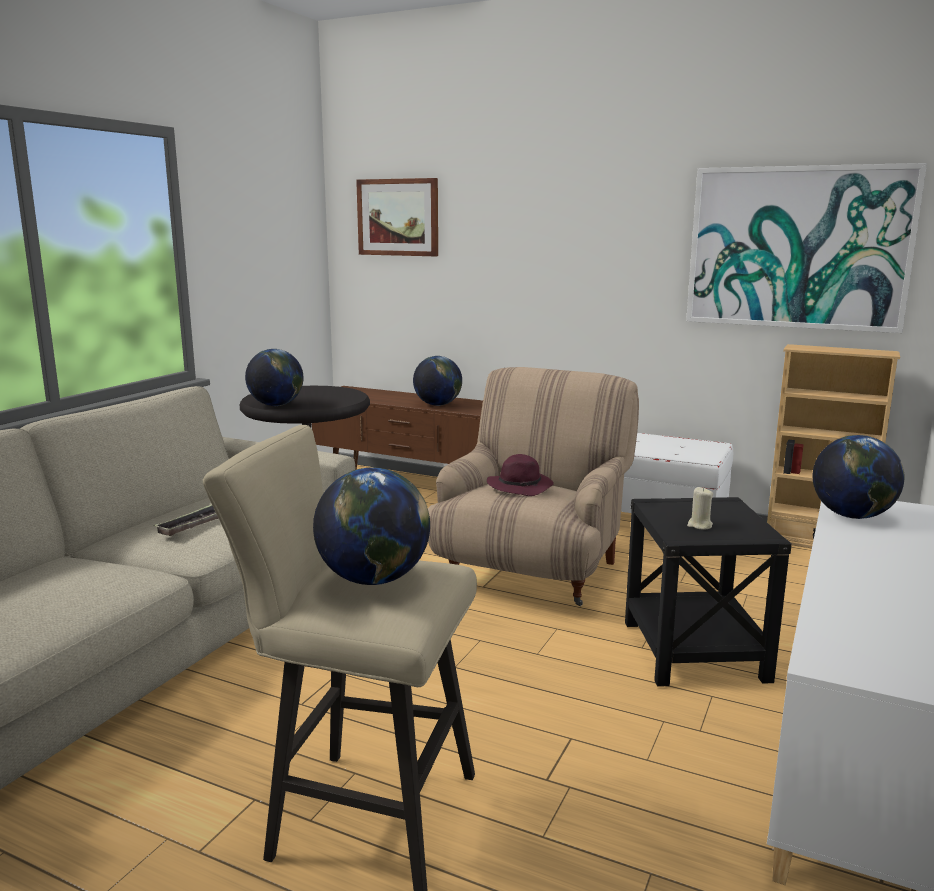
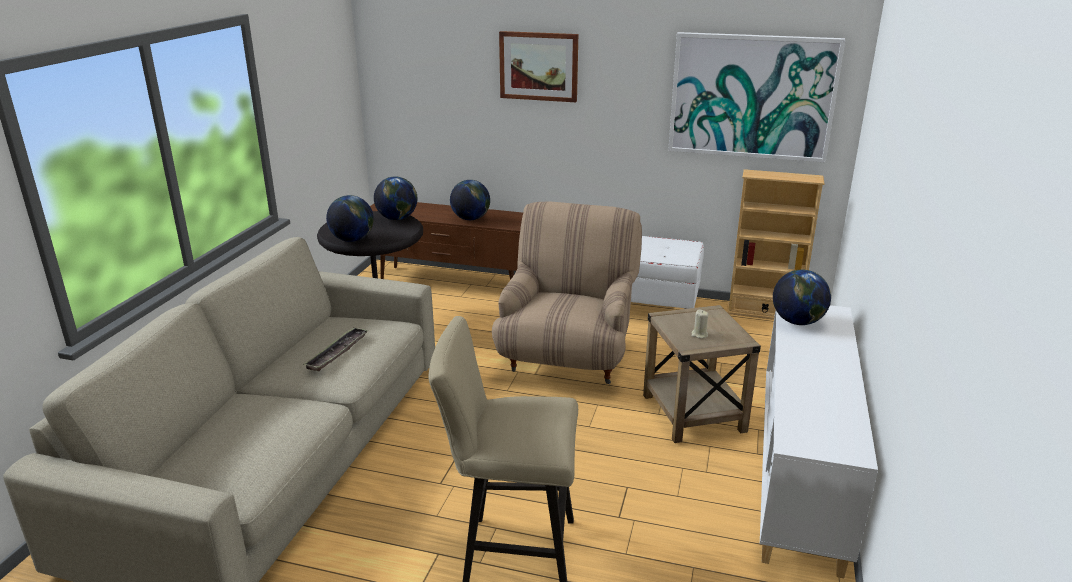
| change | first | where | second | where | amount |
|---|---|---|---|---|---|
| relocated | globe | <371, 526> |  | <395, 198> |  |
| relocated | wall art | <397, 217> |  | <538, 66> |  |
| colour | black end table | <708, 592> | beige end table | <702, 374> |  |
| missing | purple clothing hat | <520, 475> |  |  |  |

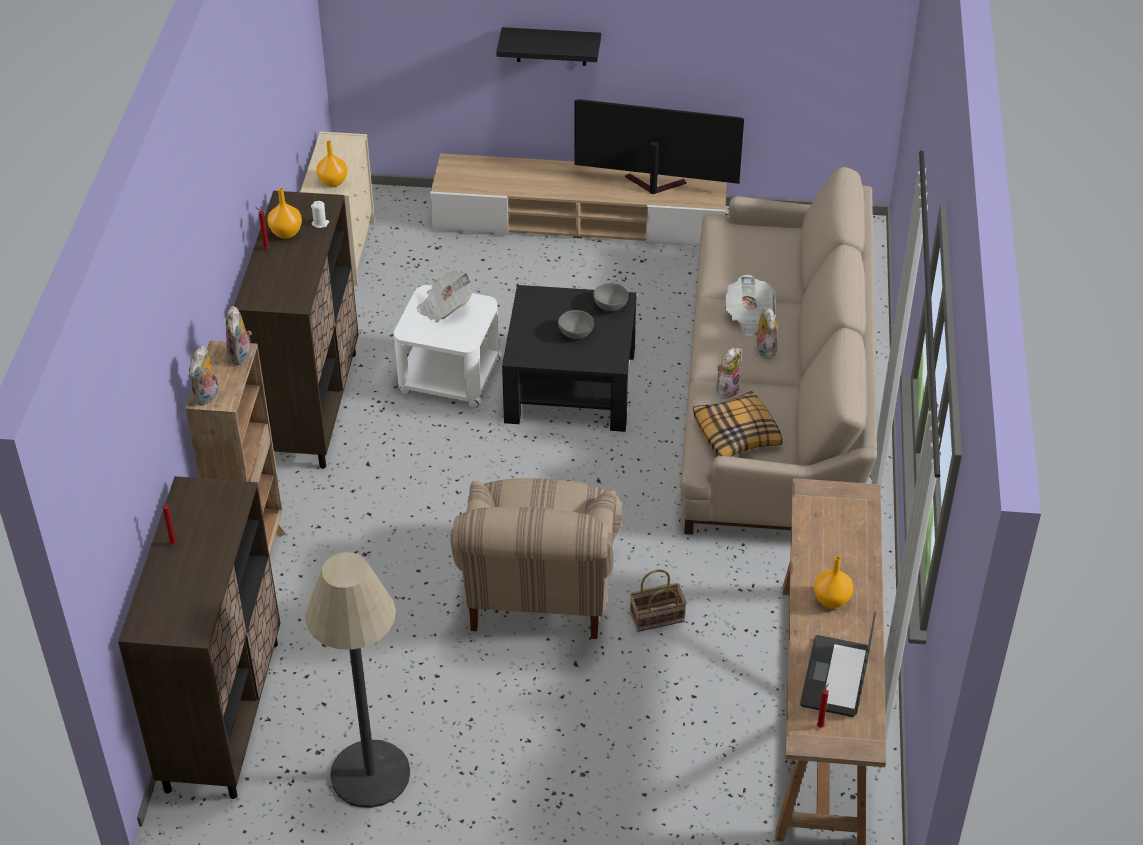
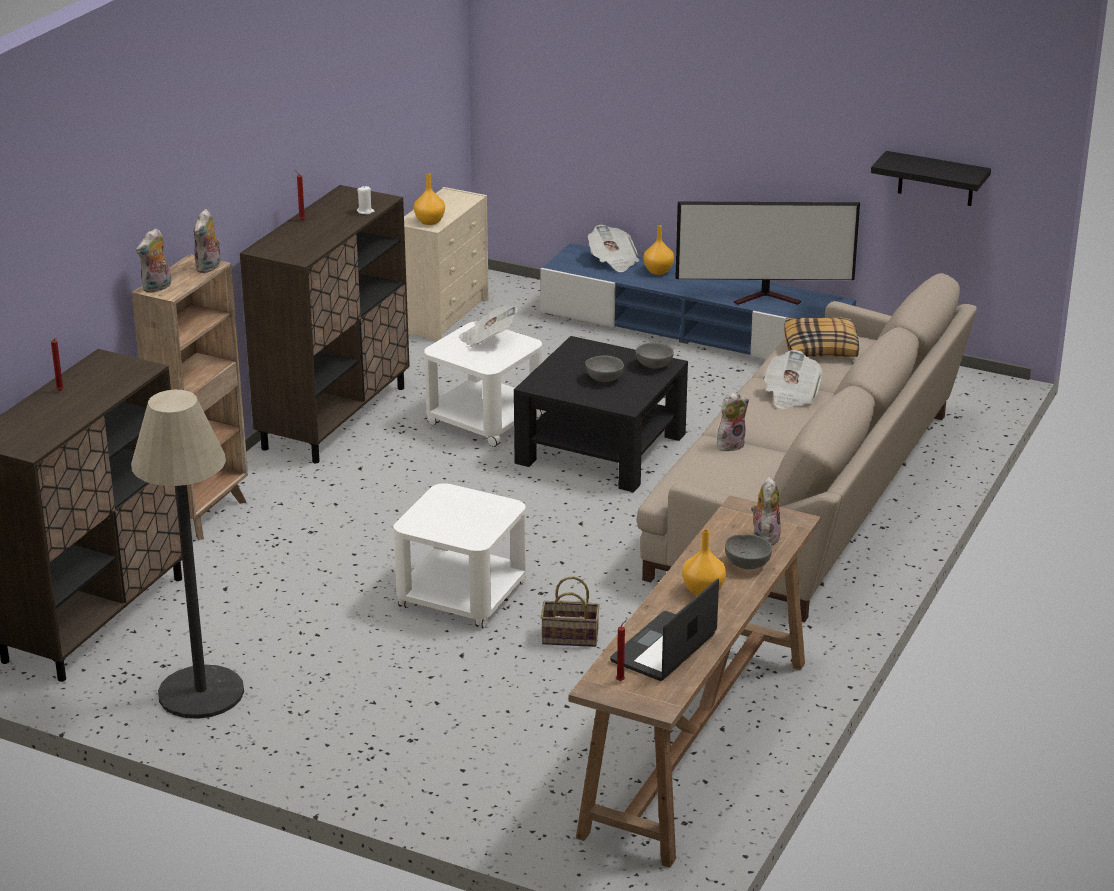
| change | first | where | second | where | amount |
|---|---|---|---|---|---|
| exchanged | beige lounge chair | <536, 558> | white end table | <460, 555> |  |
| colour | beige tv stand | <578, 199> | blue tv stand | <698, 301> |  |
| appeared |  |  | daily paper | <613, 248> |  |
| relocated | orangey decorative vase | <284, 213> |  | <659, 250> |  |
| spun | TV set | <659, 146> |  | <767, 253> | 150 degrees clockwise |
| appeared |  |  | grey bowl | <748, 551> |  |
| relocated | plush toy | <765, 333> |  | <766, 511> |  |
| relocated | pillow | <737, 424> |  | <821, 337> |  |
| relocated | black shelf | <548, 46> |  | <931, 178> |  |

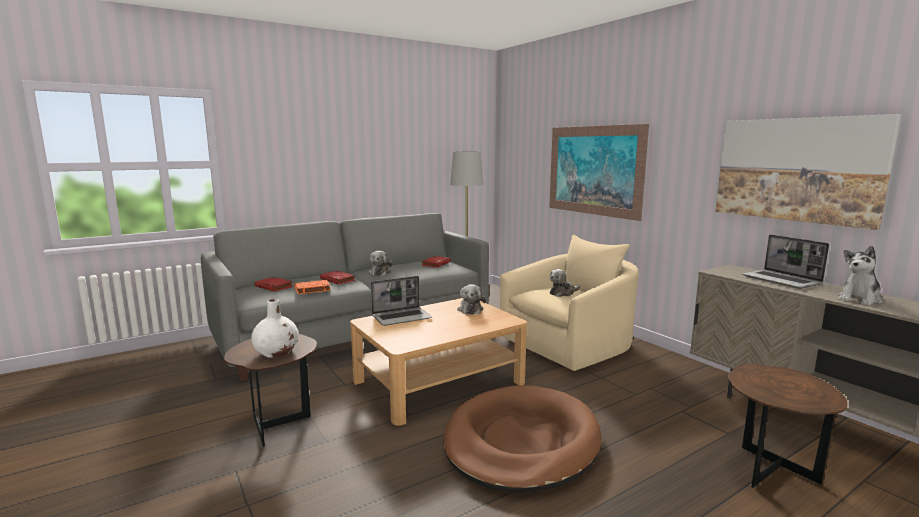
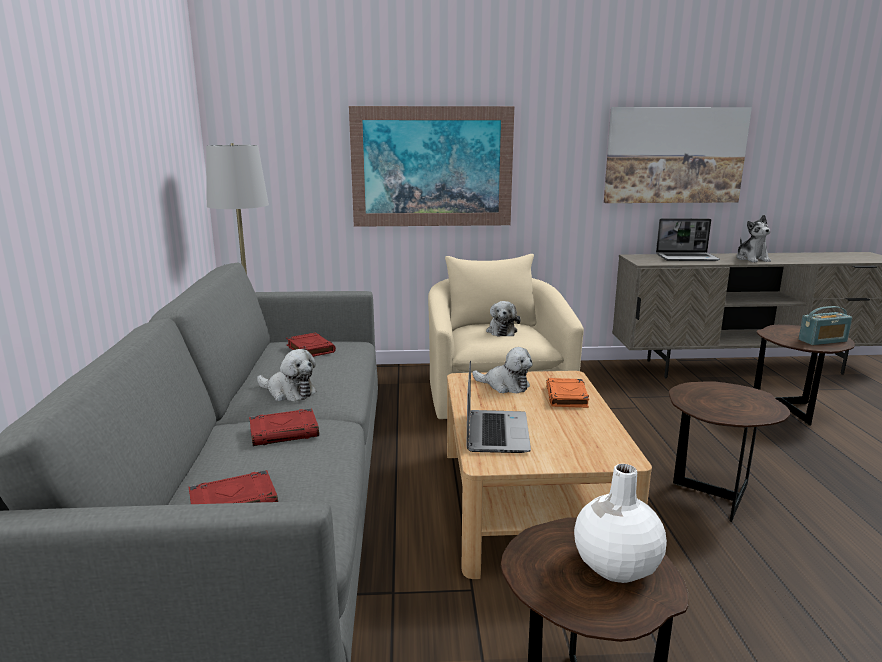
| change | first | where | second | where | amount |
|---|---|---|---|---|---|
| relocated | orangey book | <313, 287> |  | <567, 393> |  |
| exchanged | brownish dog cushion | <522, 439> | brownish end table | <729, 451> |  |
| appeared |  |  | radio receiver | <825, 325> |  |

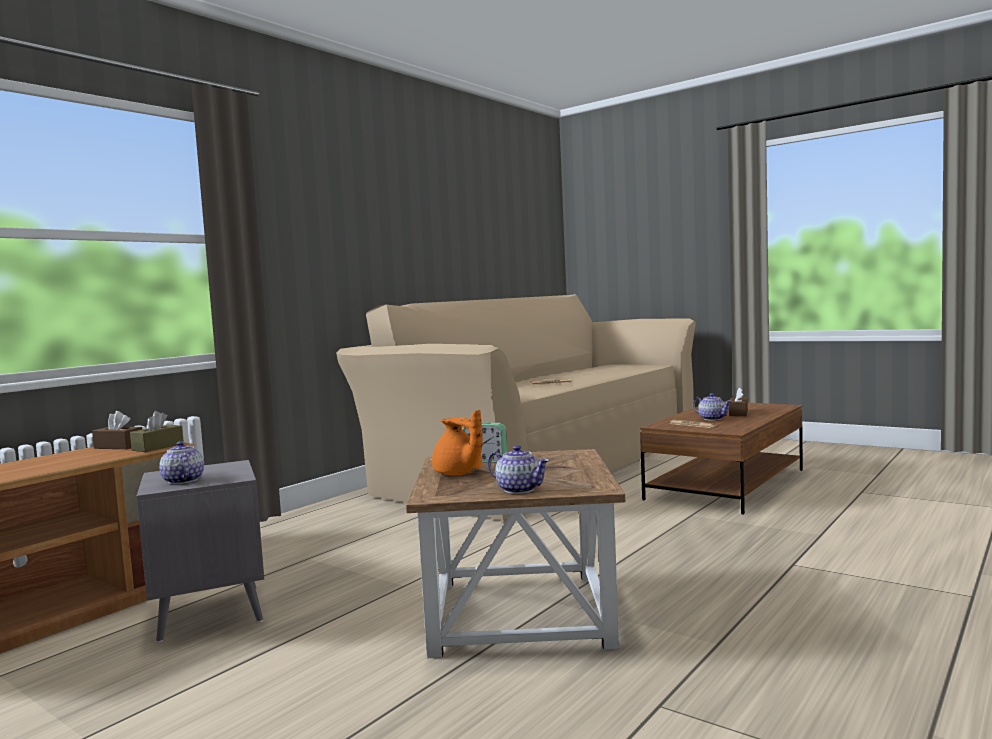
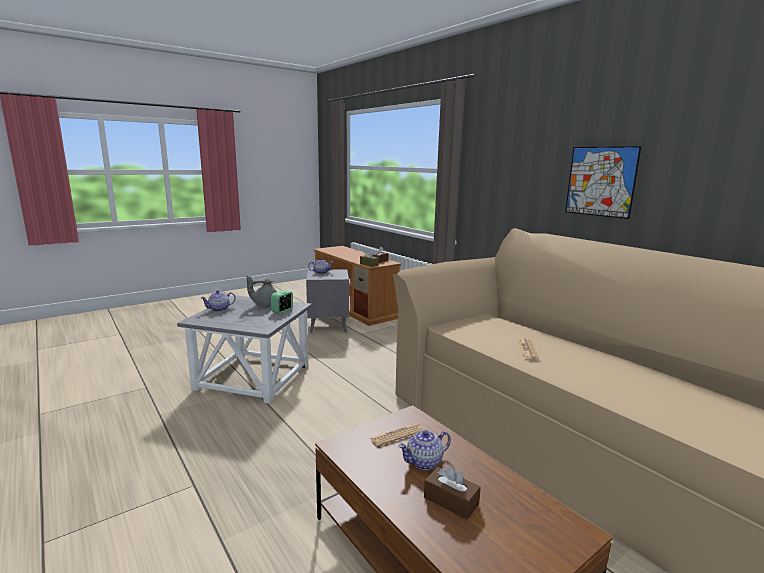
| change | first | where | second | where | amount |
|---|---|---|---|---|---|
| colour | brownish end table | <515, 553> | grey end table | <244, 349> |  |
| colour | orangey pot for tea | <457, 442> | grey pot for tea | <262, 291> |  |
| appeared |  |  | wall art | <603, 182> |  |

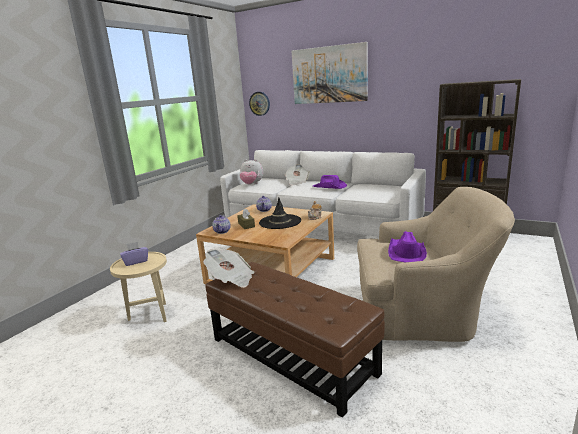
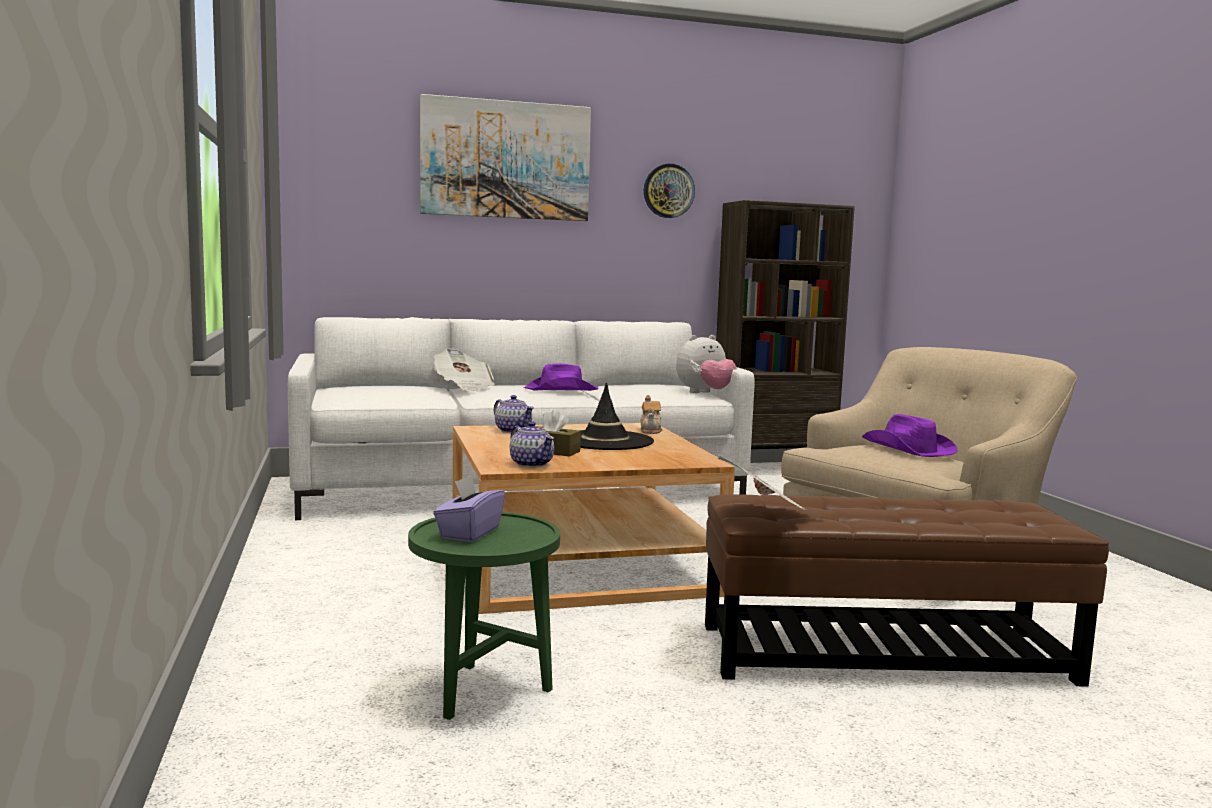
| change | first | where | second | where | amount |
|---|---|---|---|---|---|
| colour | beige end table | <138, 287> | green end table | <484, 616> |  |
| relocated | hanging clock | <259, 104> |  | <669, 191> |  |
| relocated | plush toy | <251, 171> |  | <706, 364> |  |

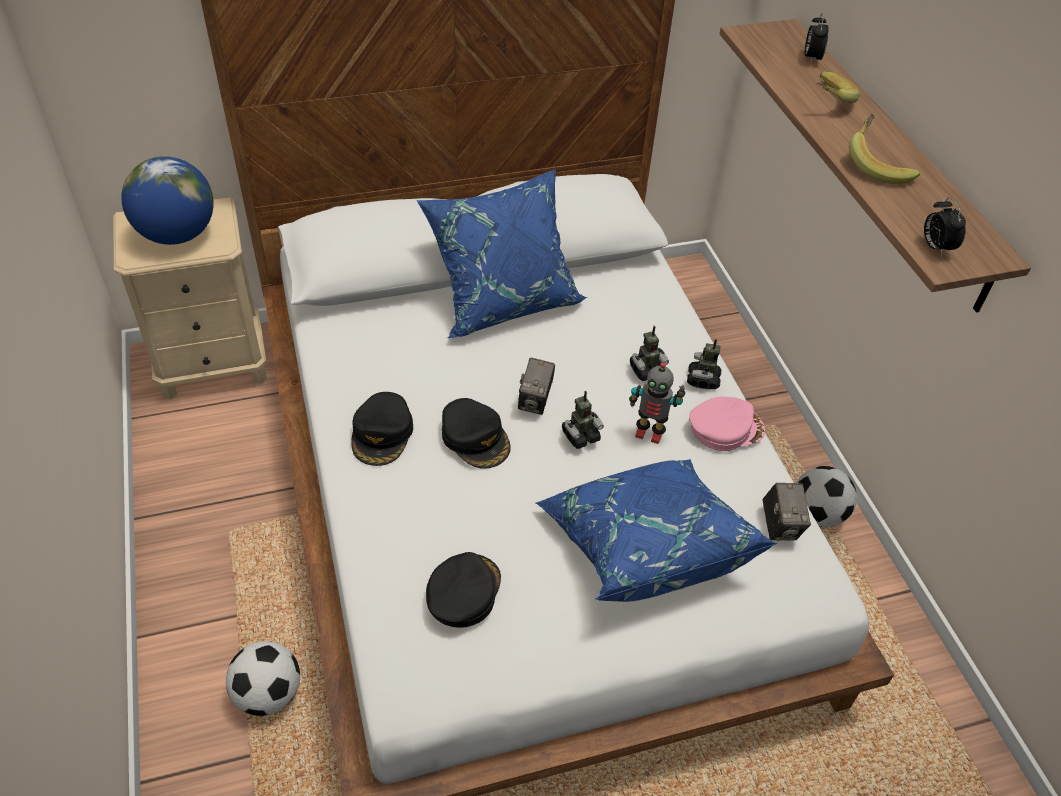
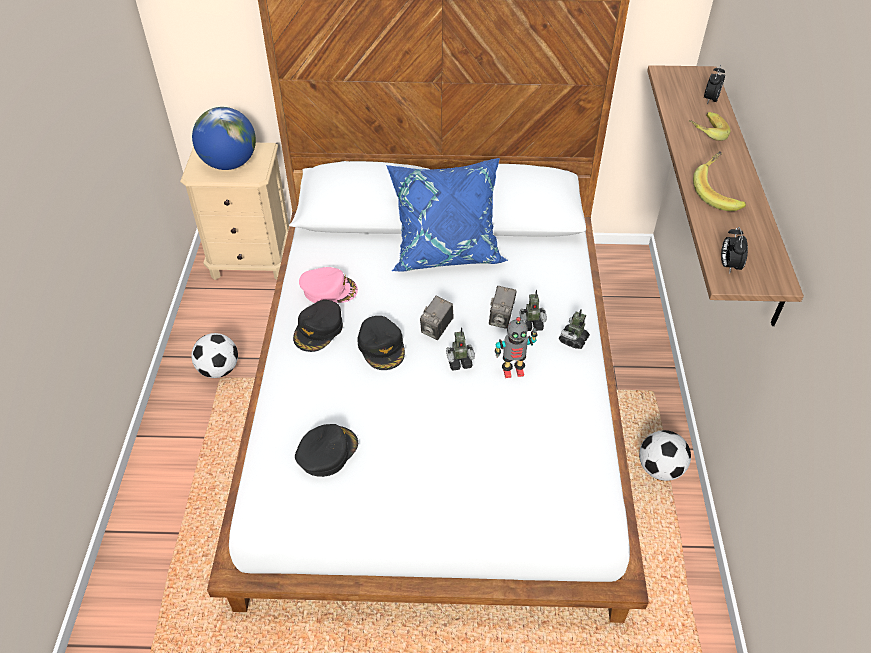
| change | first | where | second | where | amount |
|---|---|---|---|---|---|
| relocated | ball for football | <263, 678> |  | <214, 355> |  |
| relocated | pink-coloured baseball cap | <727, 424> |  | <328, 285> |  |
| relocated | photo camera | <786, 512> |  | <503, 307> |  |
| spun | model robot | <657, 403> |  | <516, 347> | 45 degrees counterclockwise |
| missing | blue pillow | <656, 530> |  |  |  |

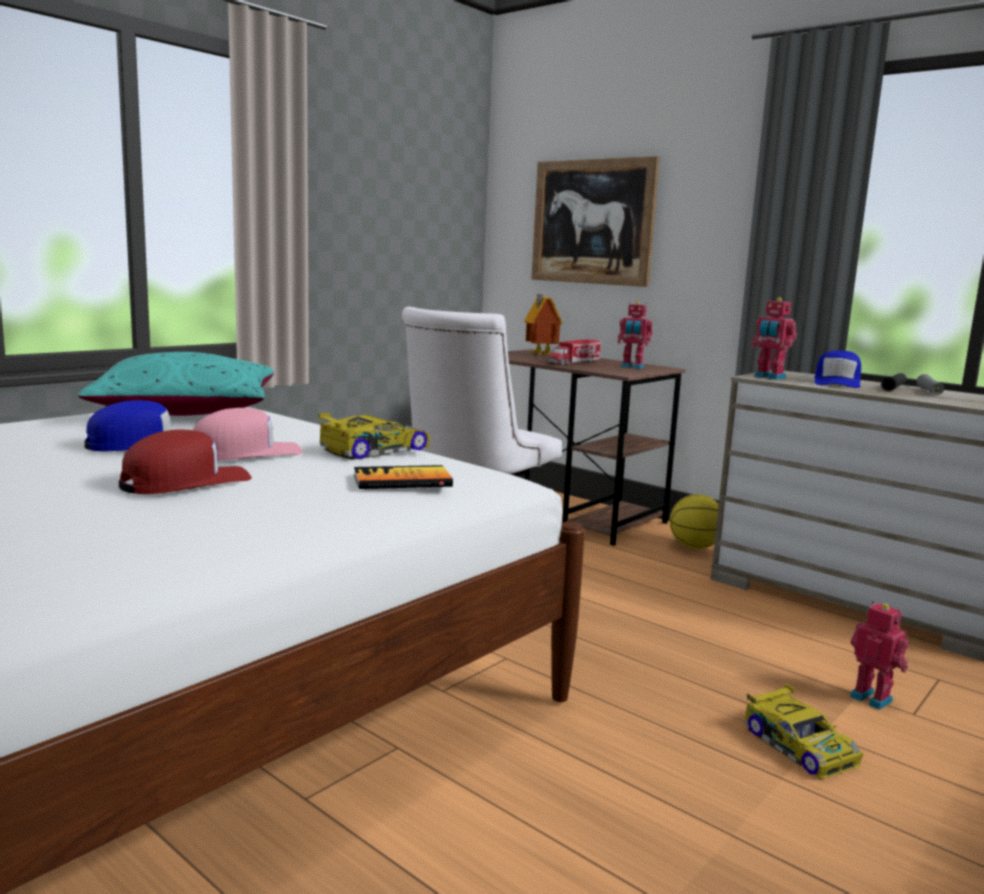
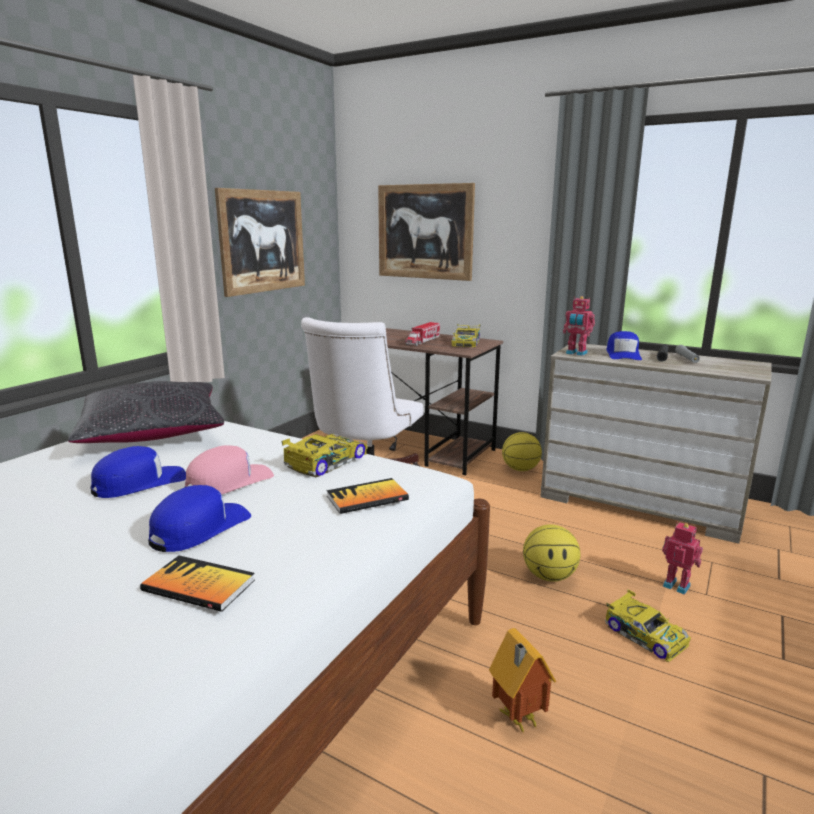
| change | first | where | second | where | amount |
|---|---|---|---|---|---|
| colour | turquoise pillow | <176, 384> | black pillow | <146, 412> |  |
| appeared |  |  | book | <197, 583> |  |
| colour | red baseball cap | <185, 461> | blue baseball cap | <199, 518> |  |
| appeared |  |  | wall art | <260, 242> |  |
| exchanged | model robot | <635, 335> | model car | <466, 335> |  |
| relocated | toy house | <543, 325> |  | <522, 680> |  |
| appeared |  |  | basketball ball | <551, 553> |  |

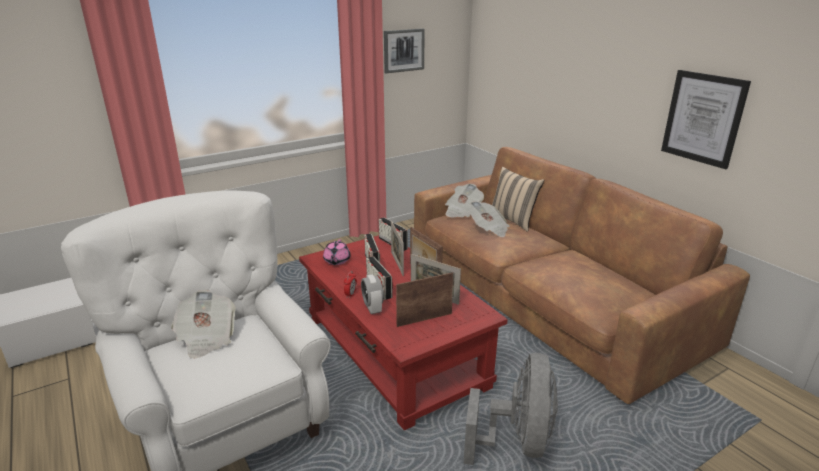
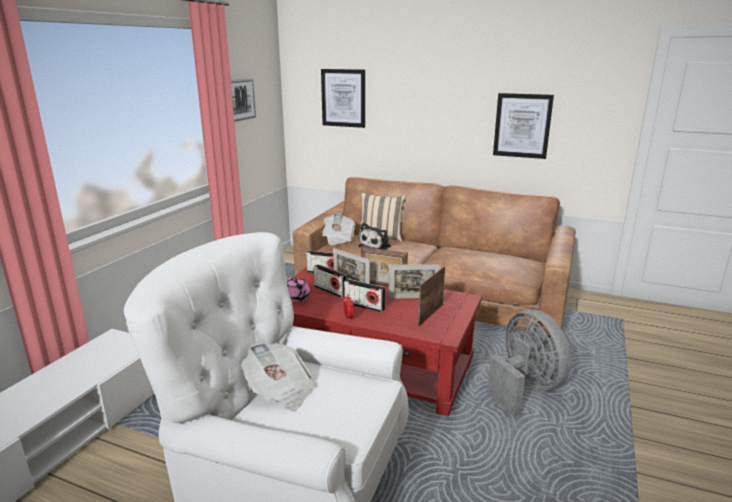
| change | first | where | second | where | amount |
|---|---|---|---|---|---|
| appeared |  |  | wall art | <343, 98> |  |
| exchanged | daily paper | <489, 219> | plush toy | <374, 236> |  |
| missing | table clock | <372, 294> |  |  |  |

